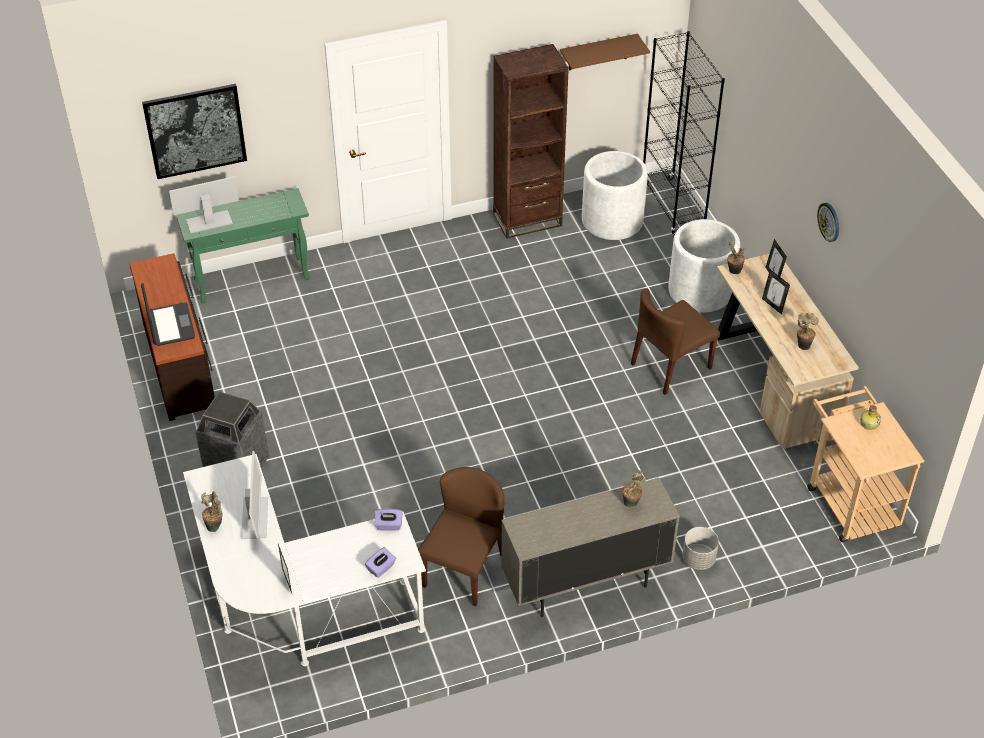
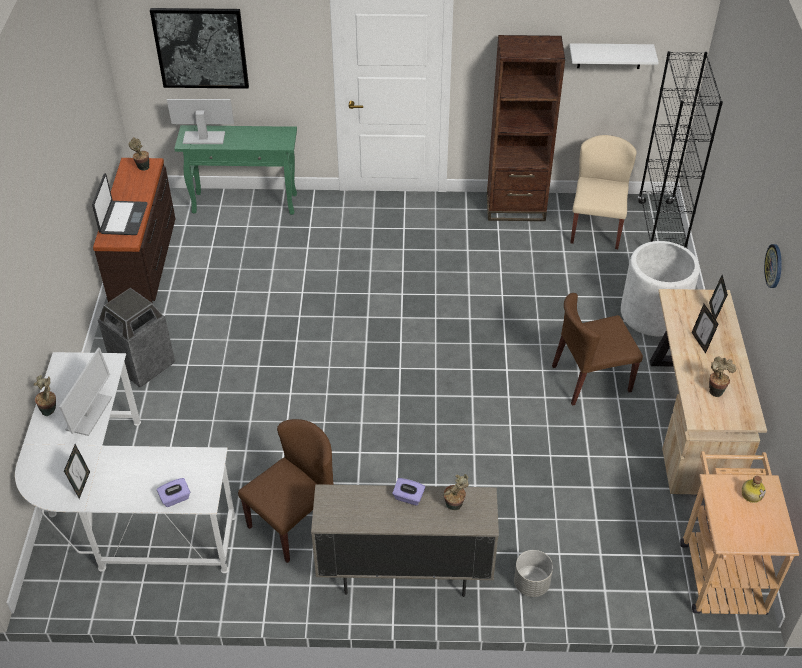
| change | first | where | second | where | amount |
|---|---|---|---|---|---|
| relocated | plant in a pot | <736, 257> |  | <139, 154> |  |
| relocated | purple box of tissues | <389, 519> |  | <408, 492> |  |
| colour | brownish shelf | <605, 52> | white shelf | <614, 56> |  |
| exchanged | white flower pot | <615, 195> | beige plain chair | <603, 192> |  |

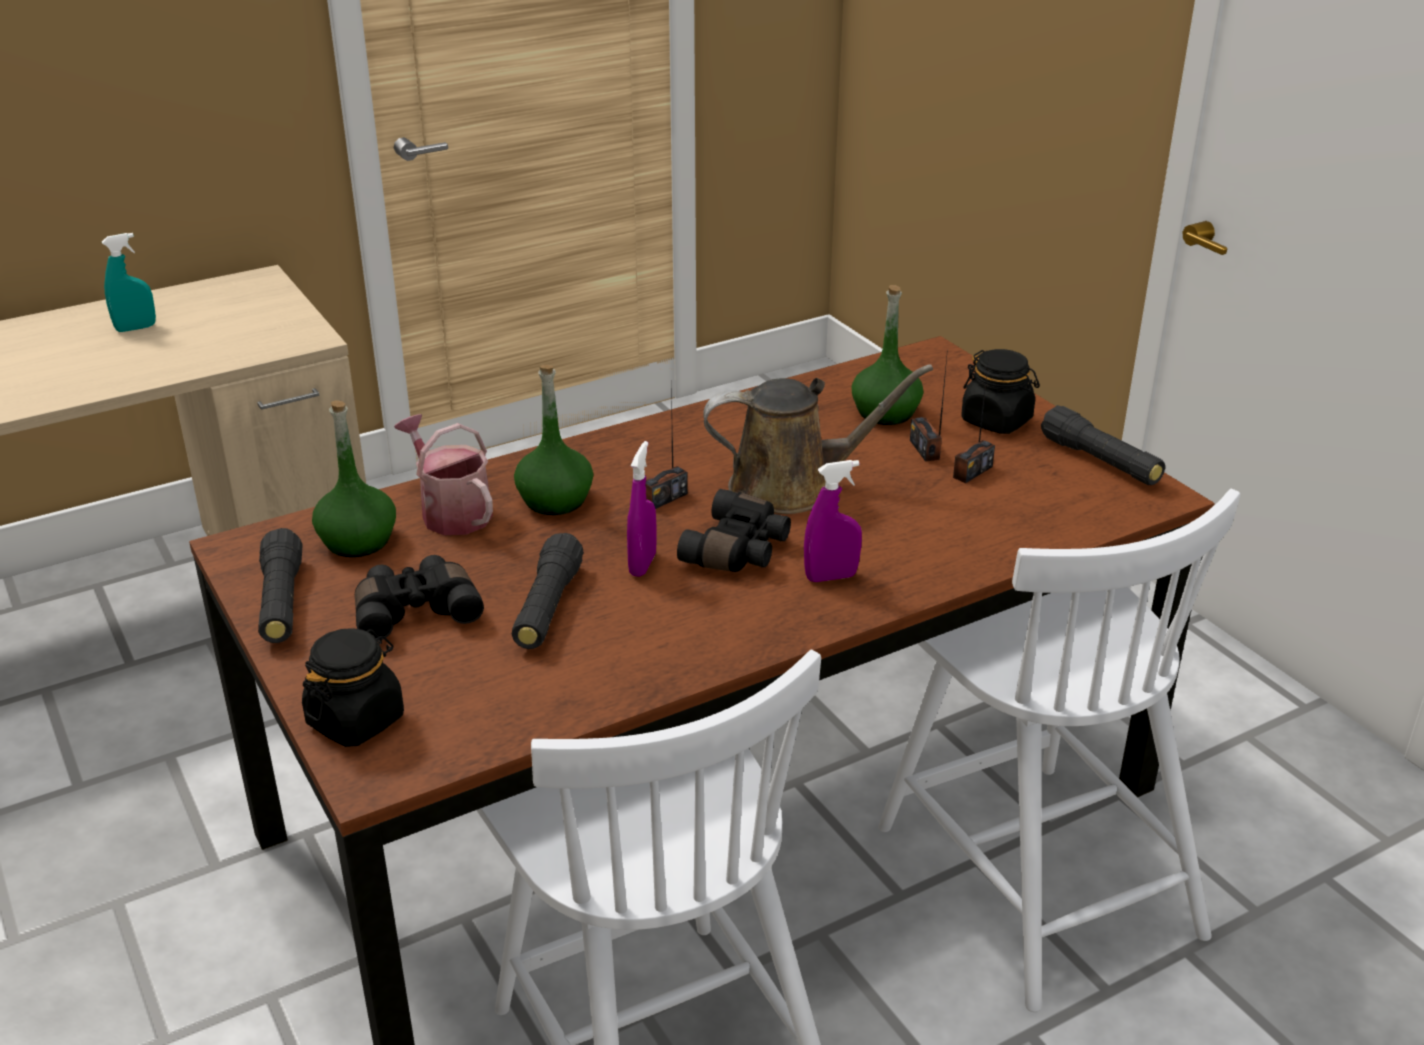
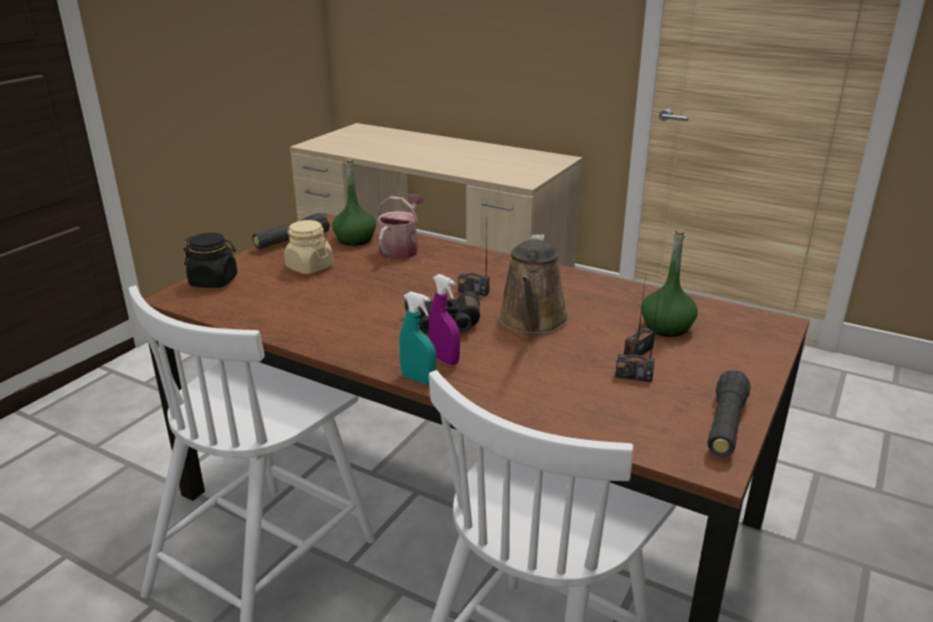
| change | first | where | second | where | amount |
|---|---|---|---|---|---|
| exchanged | black binoculars | <419, 598> | beige storage jar | <308, 247> |  |
| relocated | turquoise sprayer | <129, 282> |  | <417, 337> |  |
| spun | brownish sprinkling can | <818, 439> |  | <533, 284> | 45 degrees clockwise |
| missing | black flashlight | <547, 591> |  |  |  |
| missing | green beverage bottle | <553, 440> |  |  |  |
| missing | purple sprayer | <641, 509> |  |  |  |
| missing | black storage jar | <1000, 391> |  |  |  |

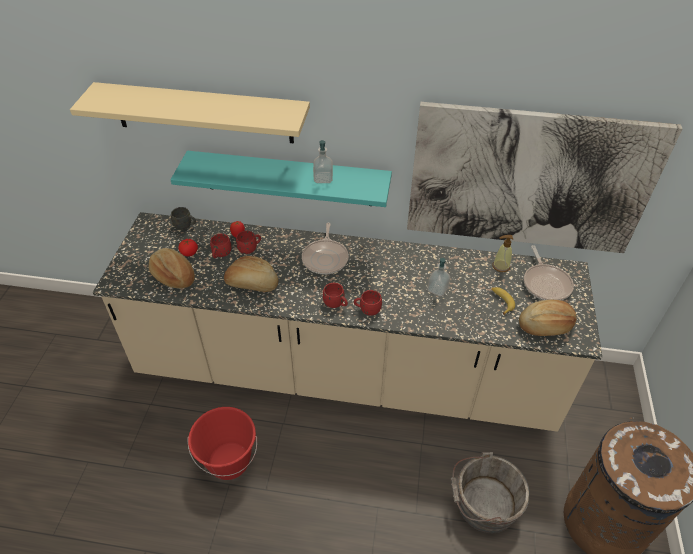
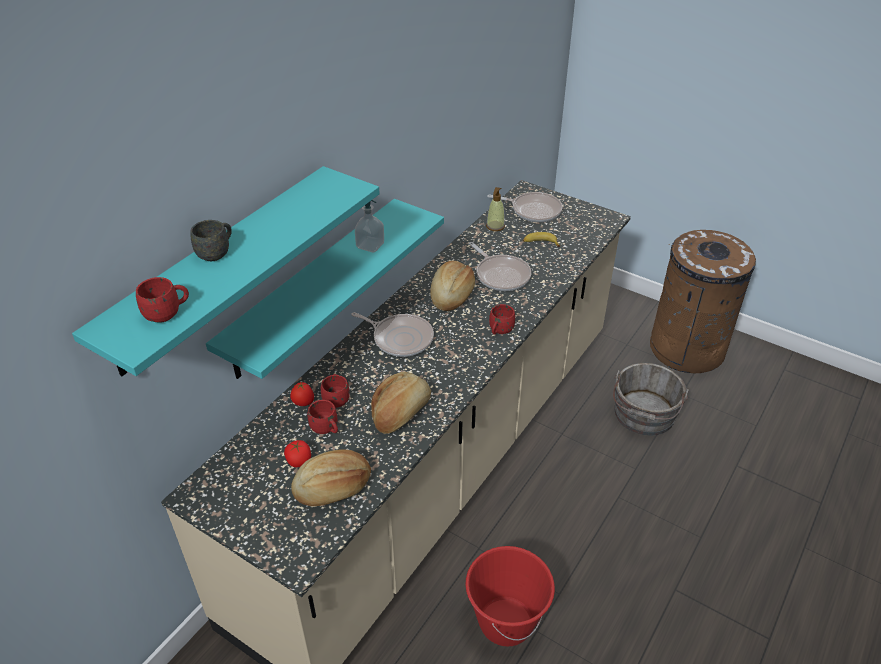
| change | first | where | second | where | amount |
|---|---|---|---|---|---|
| colour | beige shelf | <190, 113> | turquoise shelf | <226, 271> |  |
| relocated | red mug | <335, 295> |  | <162, 300> |  |
| relocated | grey mug | <183, 218> |  | <211, 240> |  |
| relocated | bakery bread | <548, 318> |  | <452, 286> |  |
| exchanged | soap dispenser | <439, 277> | skillet | <500, 266> |  |
| missing | wall art | <545, 177> |  |  |  |

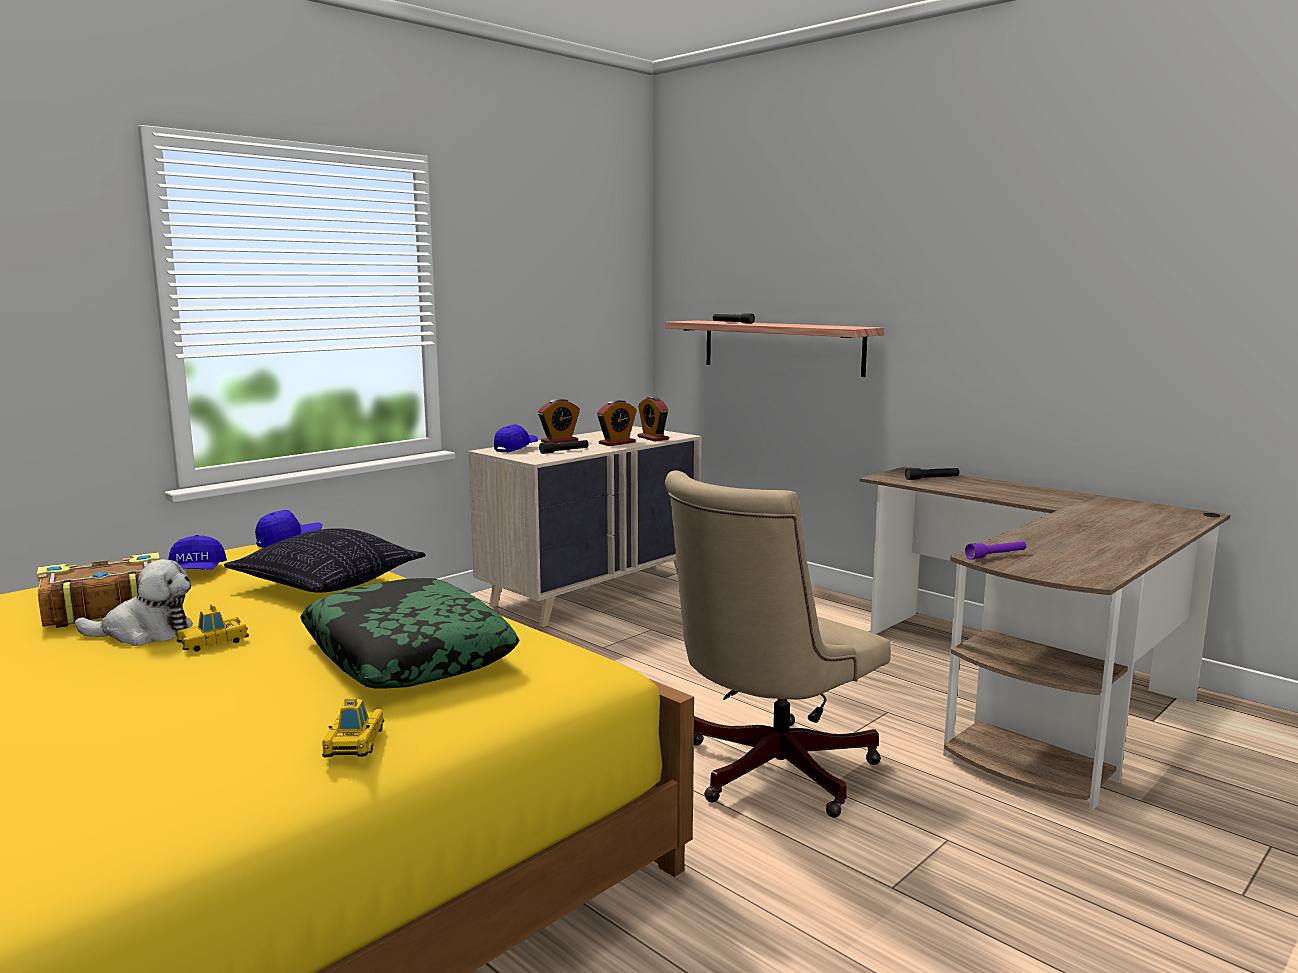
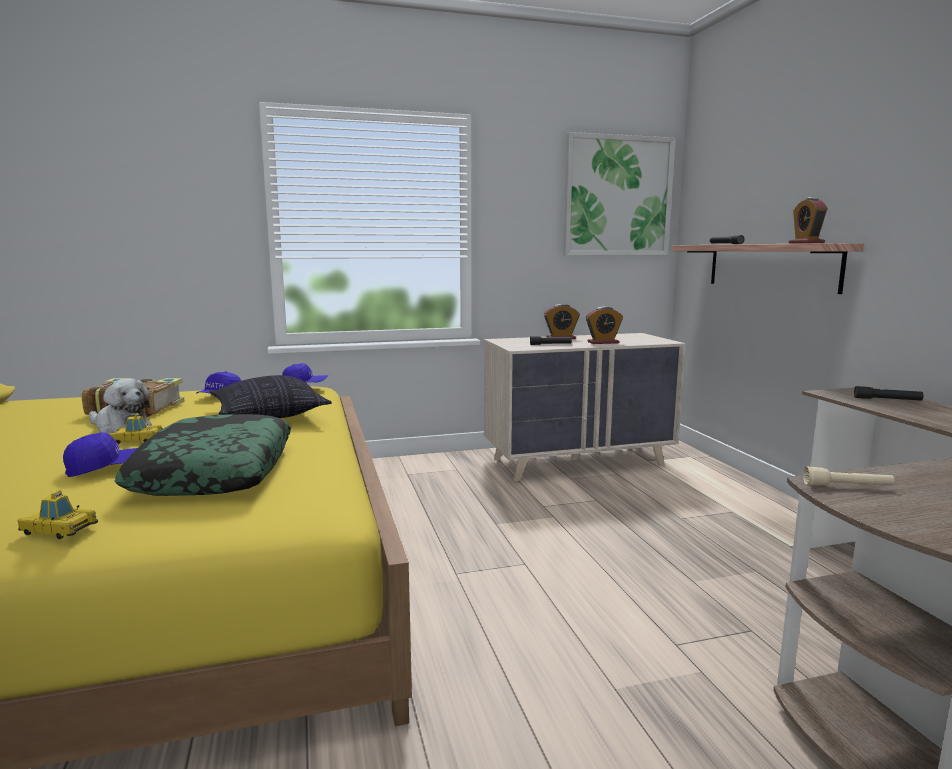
| change | first | where | second | where | amount |
|---|---|---|---|---|---|
| spun | model car | <353, 728> |  | <58, 515> | 105 degrees counterclockwise |
| relocated | blue baseball cap | <516, 438> |  | <100, 454> |  |
| appeared |  |  | wall art | <619, 193> |  |
| relocated | table clock | <653, 418> |  | <808, 220> |  |
| colour | purple flashlight | <995, 550> | beige flashlight | <848, 475> |  |
| missing | beige desk chair | <778, 644> |  |  |  |

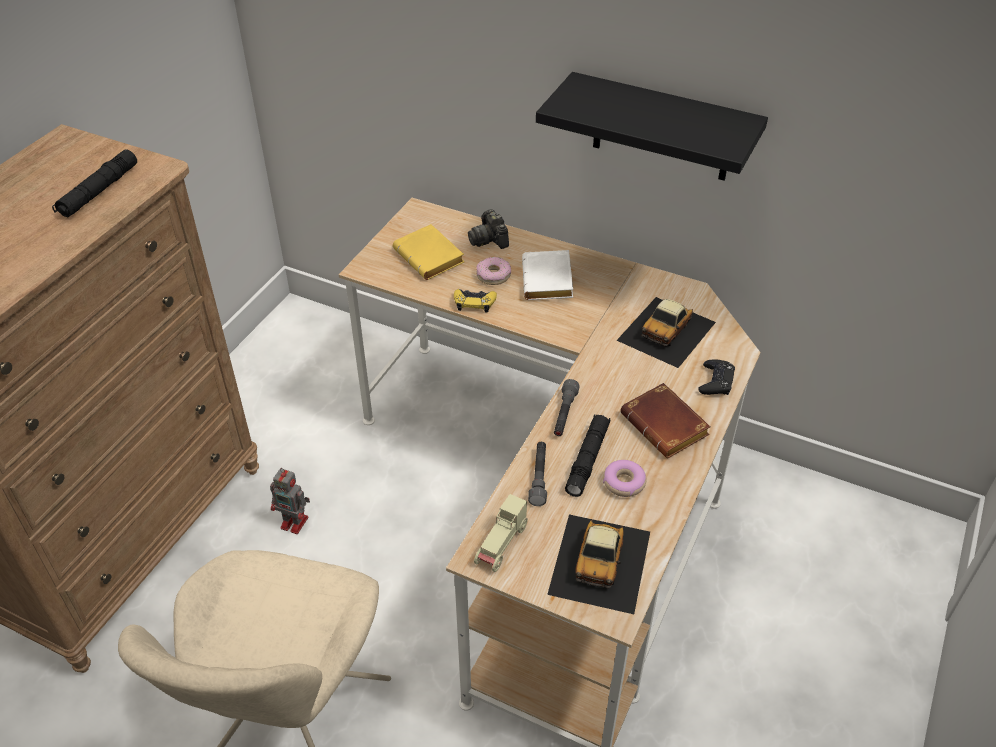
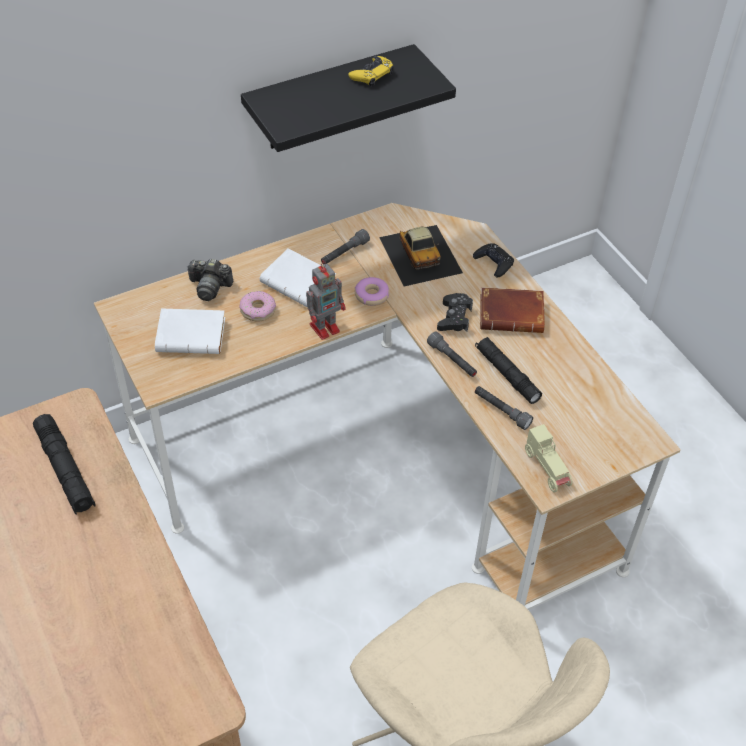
| change | first | where | second | where | amount |
|---|---|---|---|---|---|
| colour | yellow-coloured book | <428, 252> | white book | <190, 331> |  |
| relocated | model robot | <290, 501> |  | <326, 301> |  |
| appeared |  |  | grey flashlight | <345, 246> |  |
| relocated | yellow-coloured gamepad | <475, 301> |  | <371, 71> |  |
| relocated | donut | <625, 478> |  | <372, 291> |  |
| appeared |  |  | black gamepad | <455, 312> |  |
| missing | model car | <598, 564> |  |  |  |

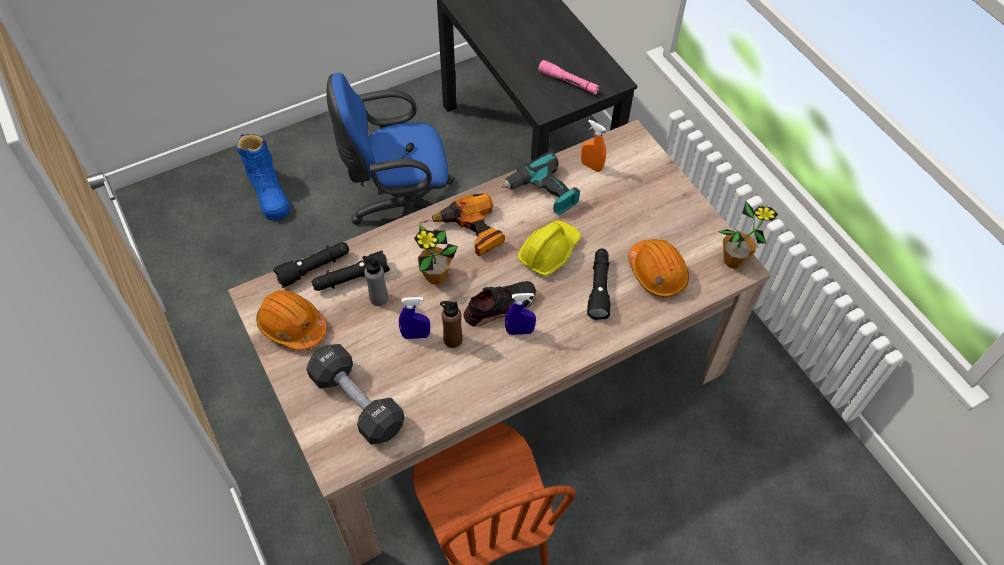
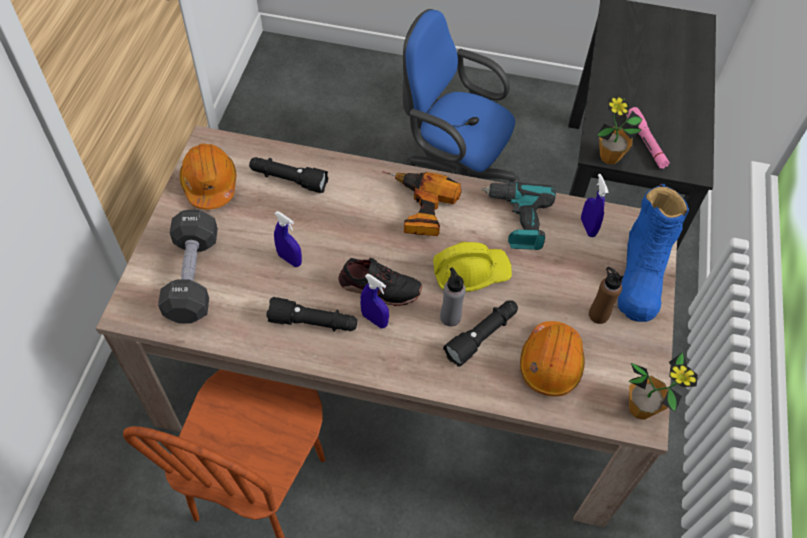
| change | first | where | second | where | amount |
|---|---|---|---|---|---|
| relocated | black flashlight | <311, 265> |  | <311, 314> |  |
| relocated | grey beverage bottle | <375, 281> |  | <453, 297> |  |
| colour | orangey sprayer | <593, 146> | blue sprayer | <595, 205> |  |
| relocated | brownish beverage bottle | <451, 324> |  | <606, 295> |  |
| relocated | plant in a pot | <436, 254> |  | <620, 130> |  |
| relocated | blue high-top boot | <263, 177> |  | <653, 252> |  |

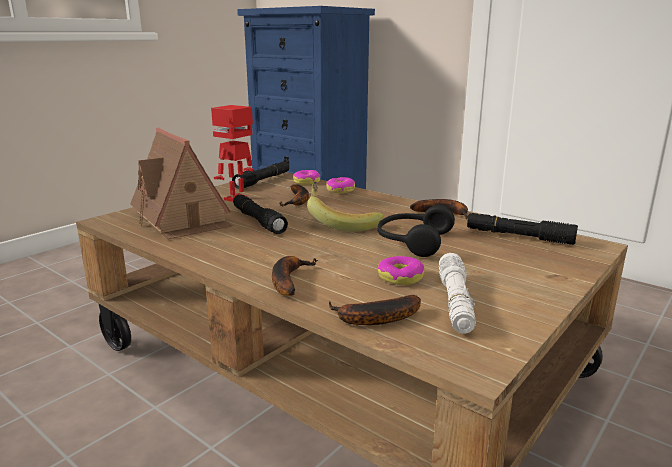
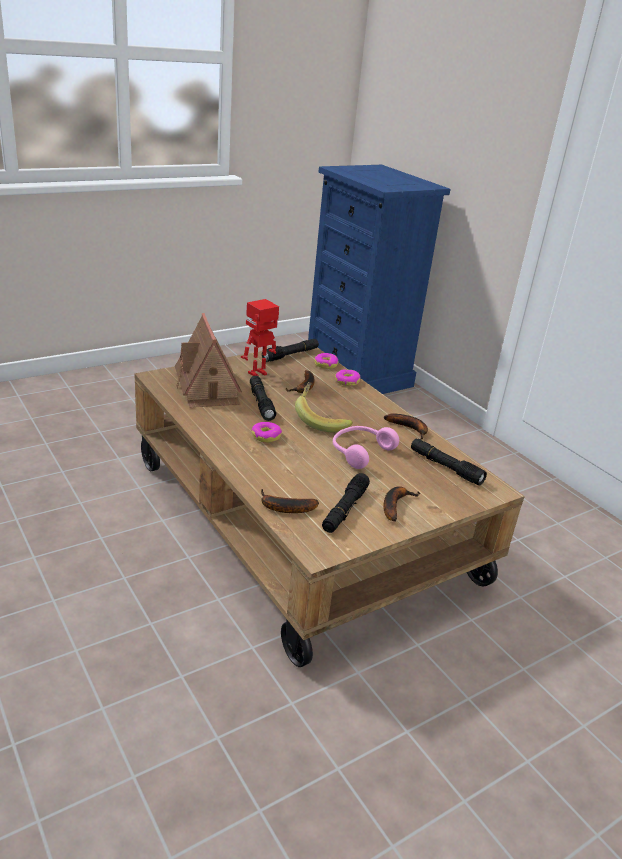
| change | first | where | second | where | amount |
|---|---|---|---|---|---|
| relocated | donut | <401, 270> |  | <267, 432> |  |
| colour | white flashlight | <457, 293> | black flashlight | <346, 503> |  |
| colour | black headphones | <416, 231> | pink-coloured headphones | <366, 447> |  |
| relocated | banana fruit | <295, 276> |  | <401, 504> |  |

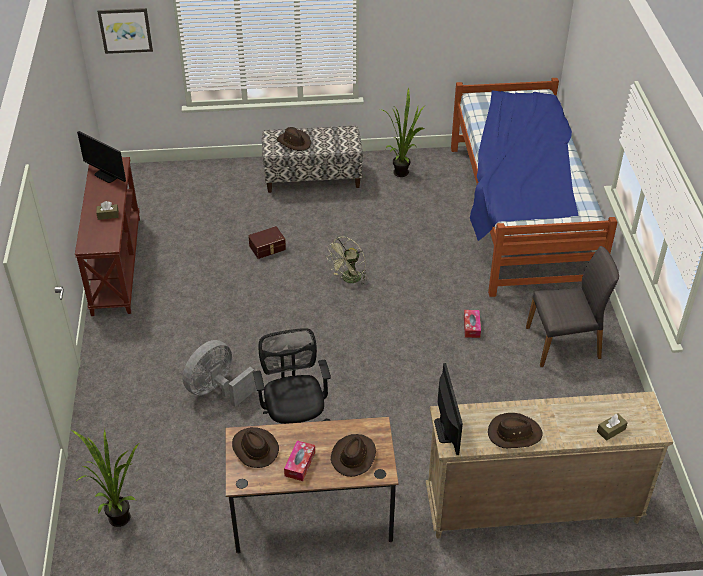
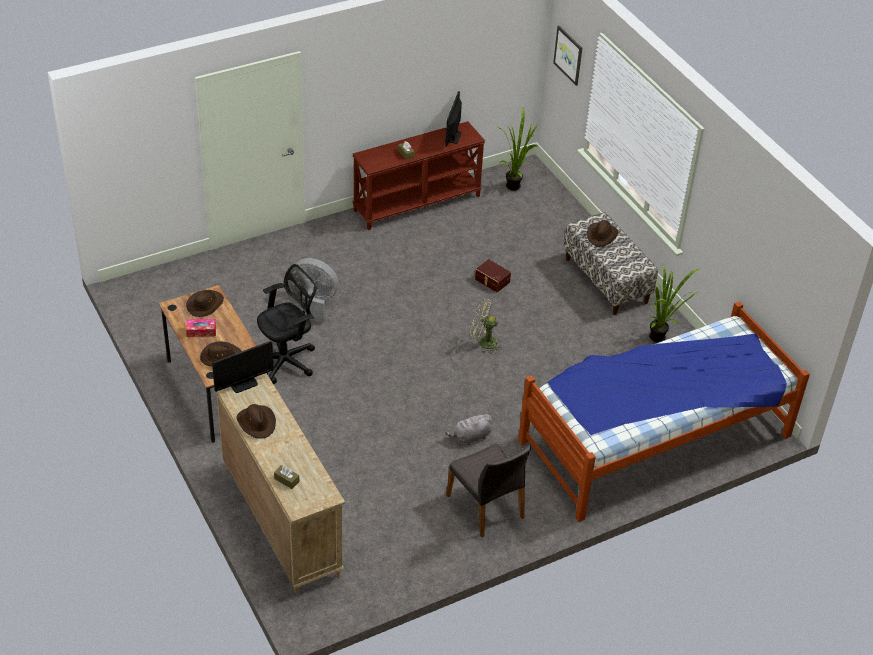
| change | first | where | second | where | amount |
|---|---|---|---|---|---|
| exchanged | box of tissues | <472, 324> | grey plush toy | <468, 429> |  |
| relocated | plant in a pot | <105, 478> |  | <518, 148> |  |

